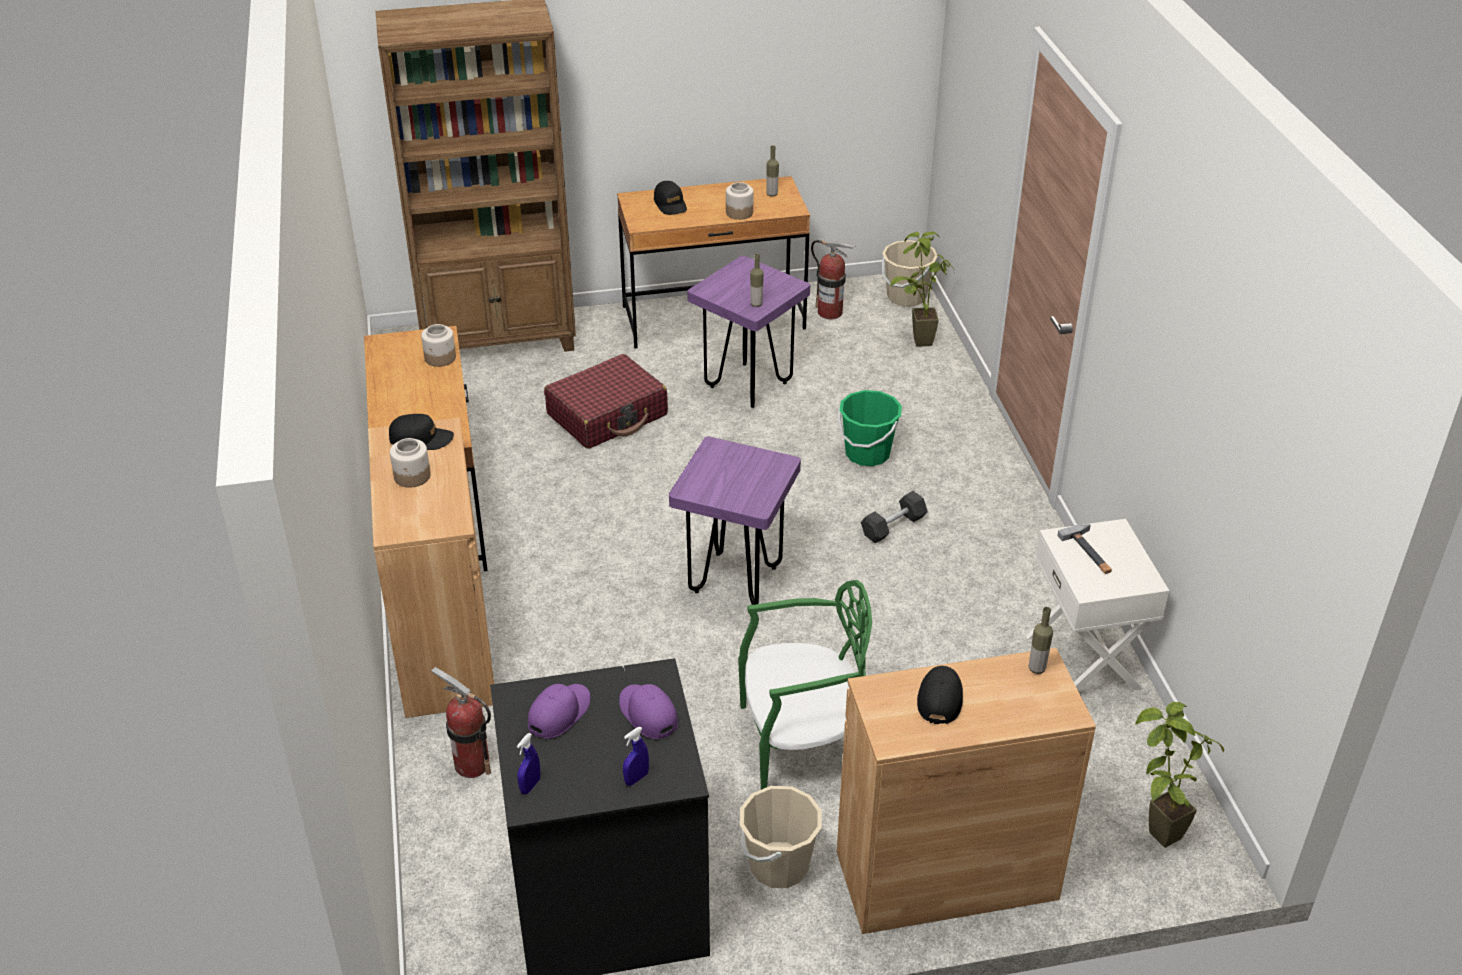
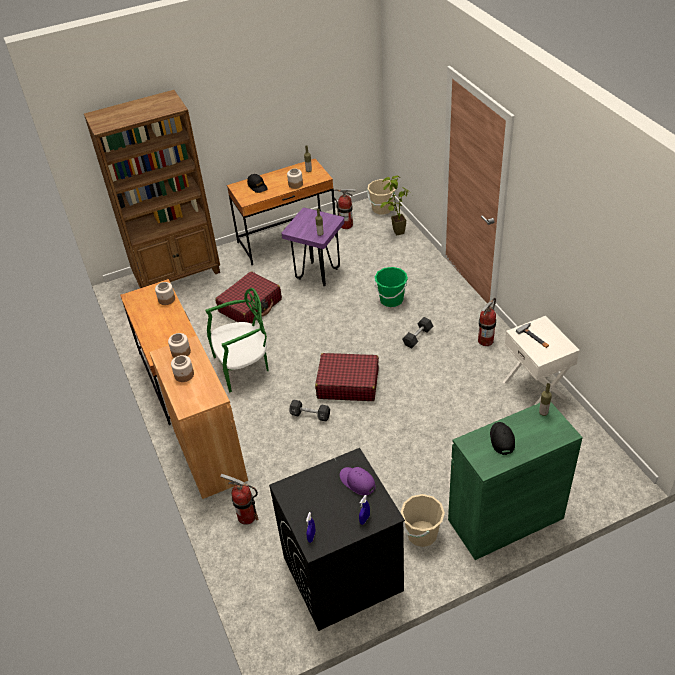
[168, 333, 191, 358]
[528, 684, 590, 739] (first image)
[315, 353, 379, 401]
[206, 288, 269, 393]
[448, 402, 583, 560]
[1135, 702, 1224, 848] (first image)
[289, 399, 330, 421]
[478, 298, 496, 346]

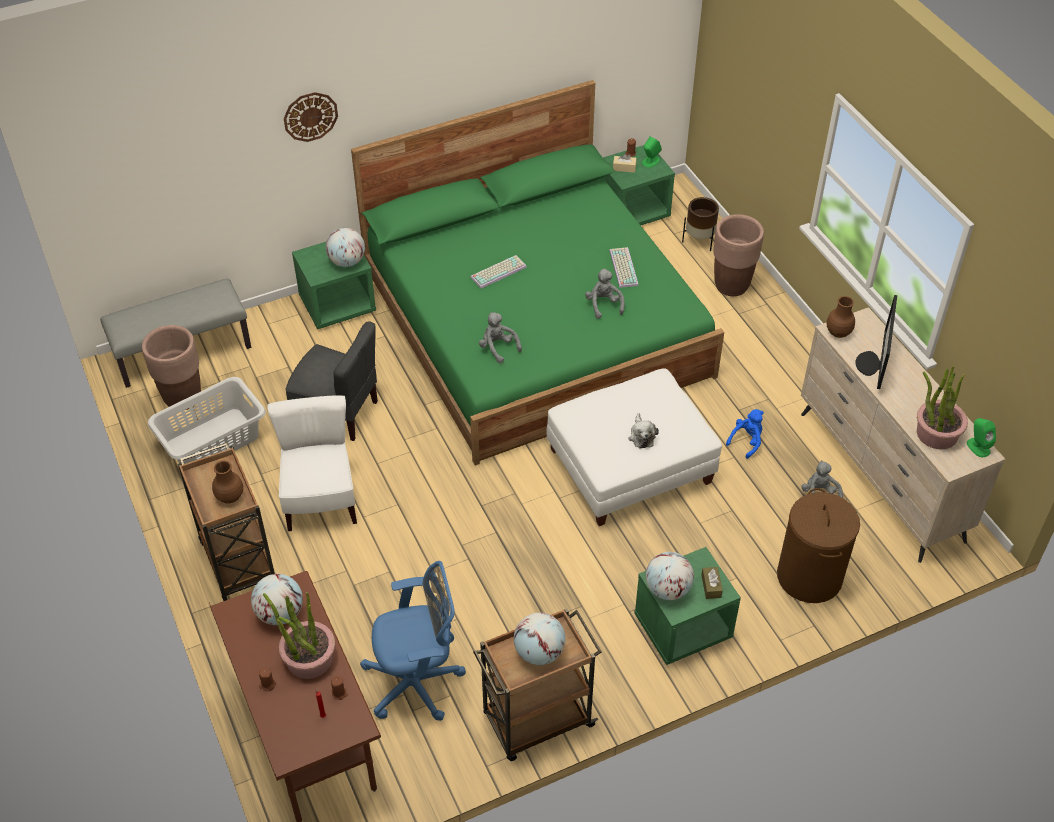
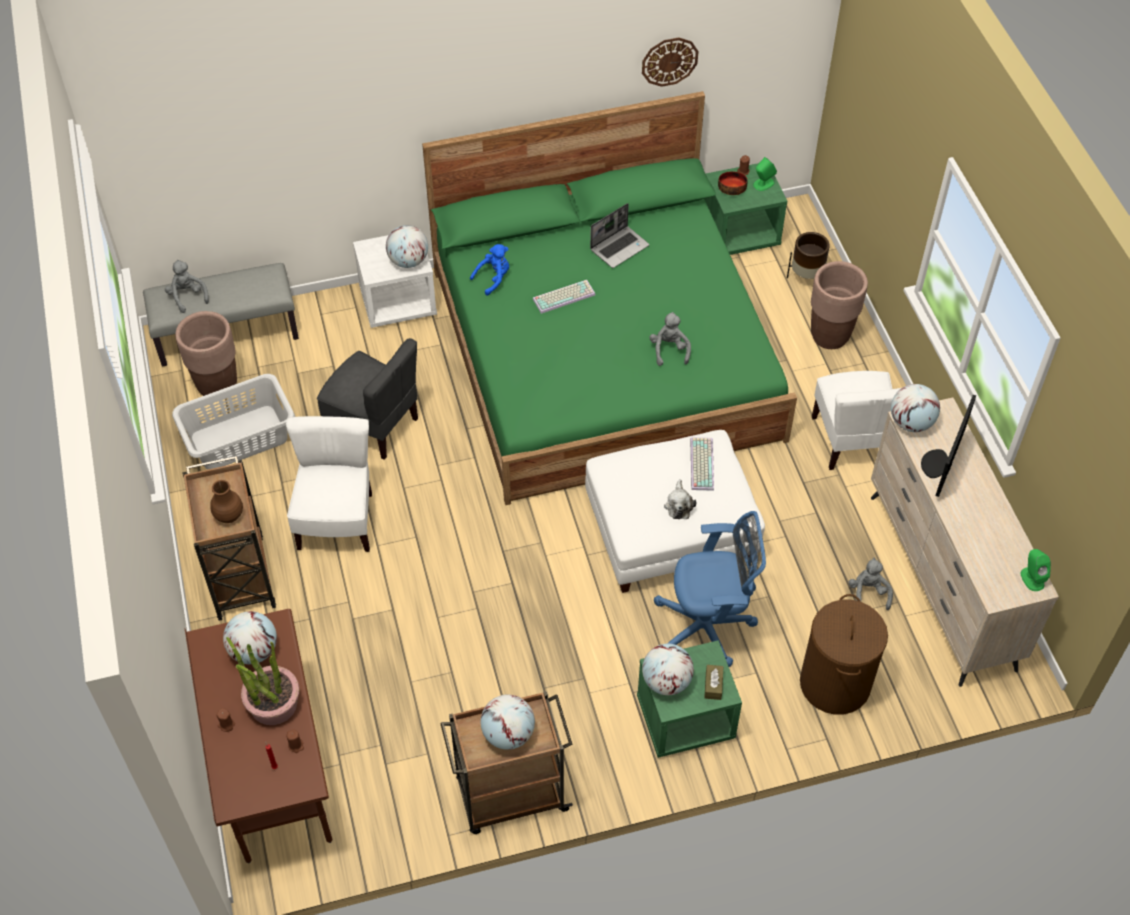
[642, 38, 699, 87]
[353, 235, 437, 328]
[654, 511, 766, 667]
[165, 260, 209, 313]
[690, 437, 714, 491]
[718, 171, 747, 195]
[470, 244, 509, 295]
[891, 384, 940, 432]
[917, 366, 968, 449] (first image)
[590, 203, 649, 268]
[812, 371, 901, 470]

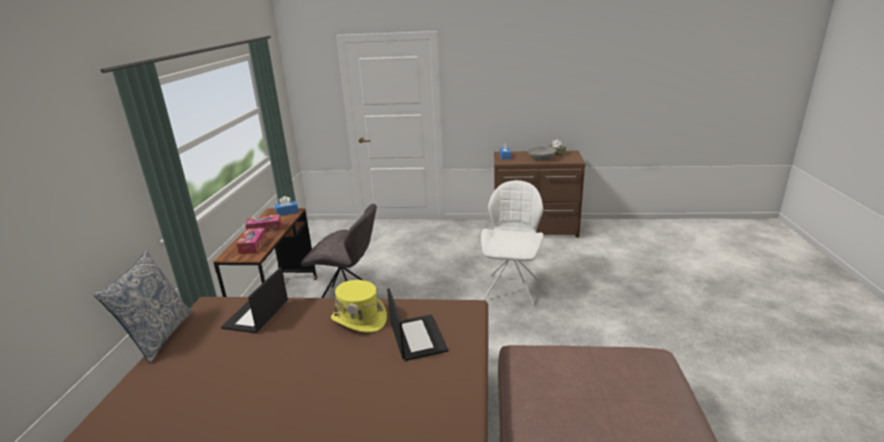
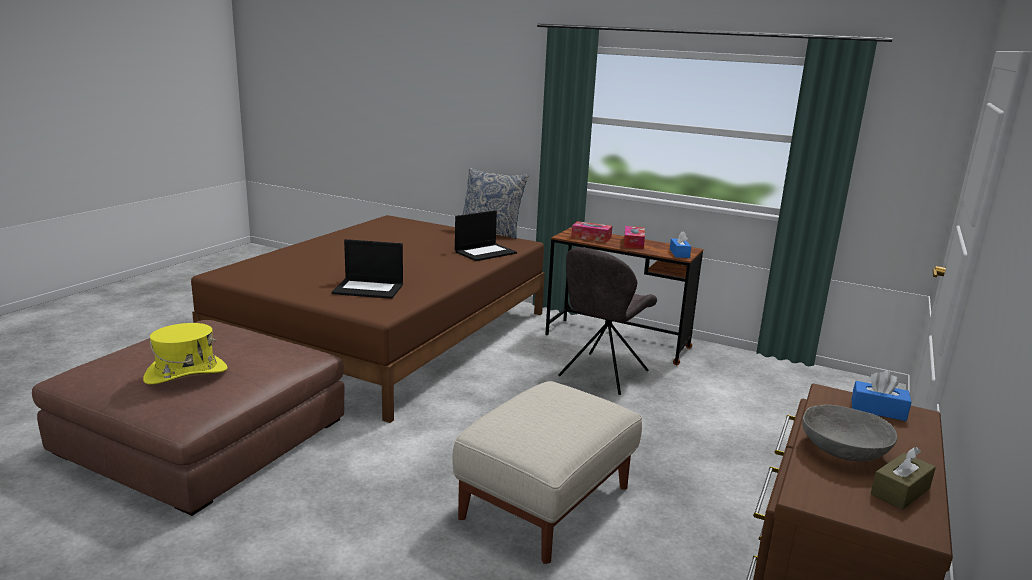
[455, 210, 517, 261]
[143, 323, 228, 385]
[452, 381, 642, 564]

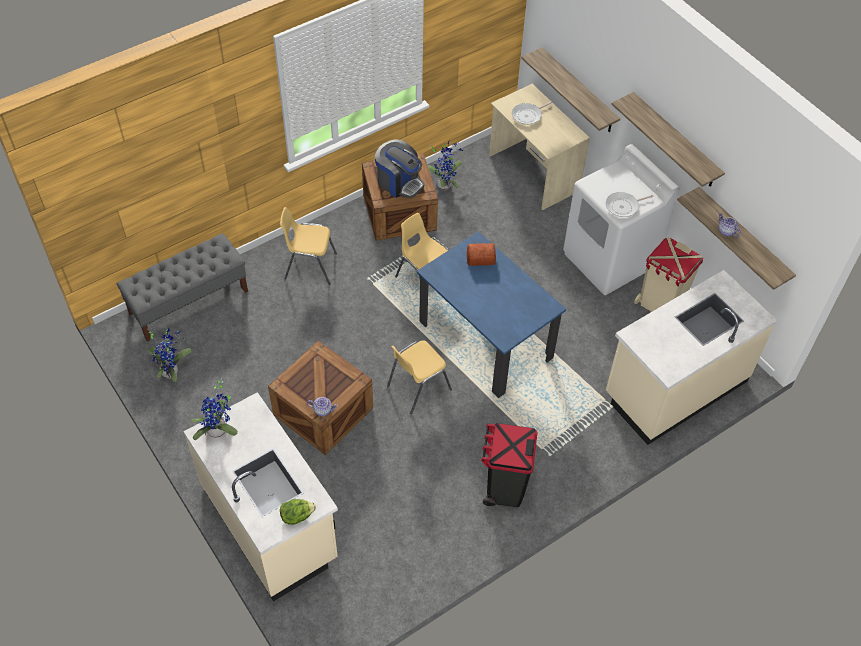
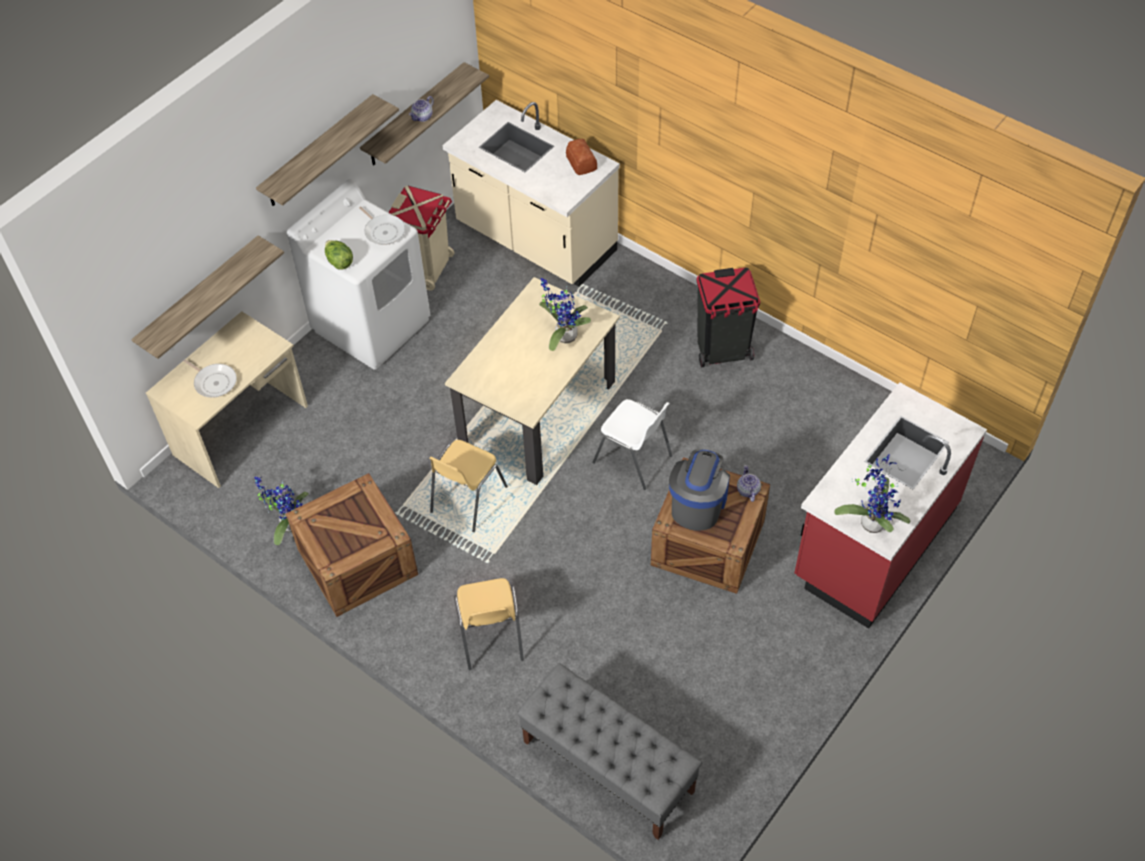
[539, 278, 591, 351]
[794, 382, 987, 629]
[325, 240, 353, 270]
[669, 449, 730, 531]
[592, 399, 672, 490]
[445, 277, 620, 485]
[566, 139, 597, 175]

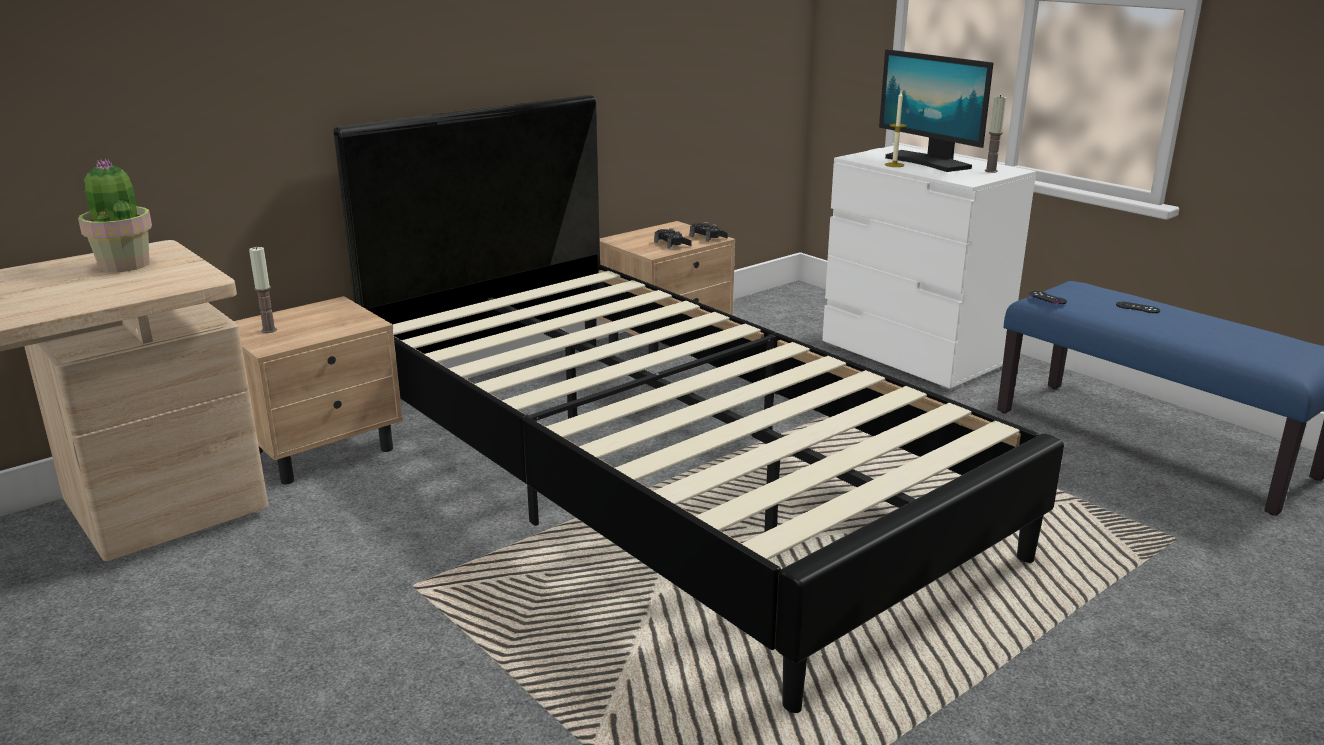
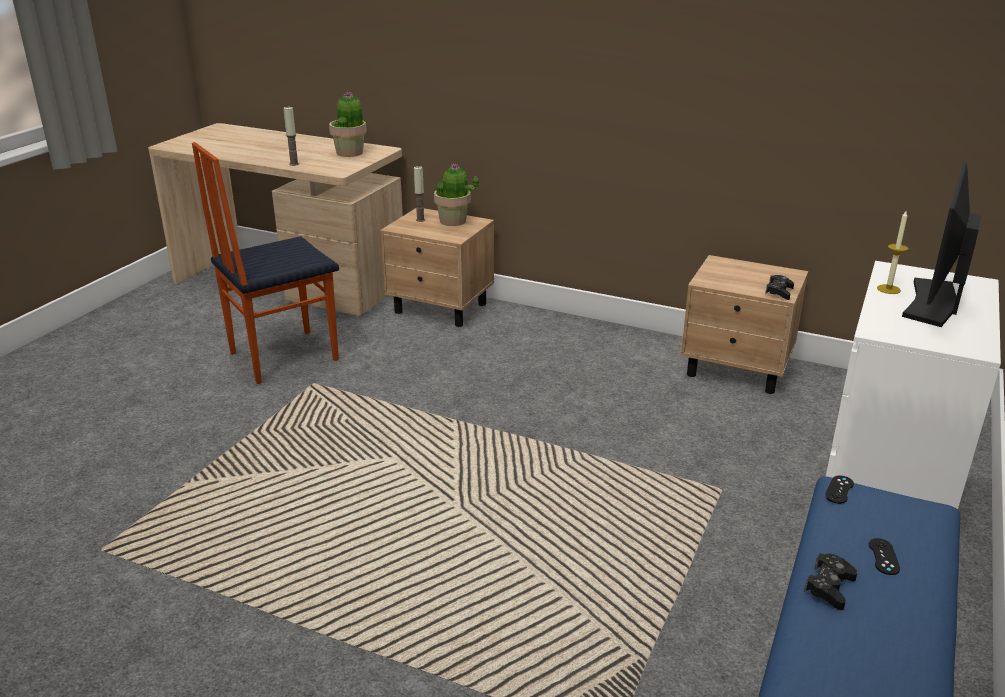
[333, 95, 1064, 713] (first image)
[804, 553, 857, 610]
[283, 107, 299, 166]
[192, 142, 339, 384]
[434, 164, 479, 226]

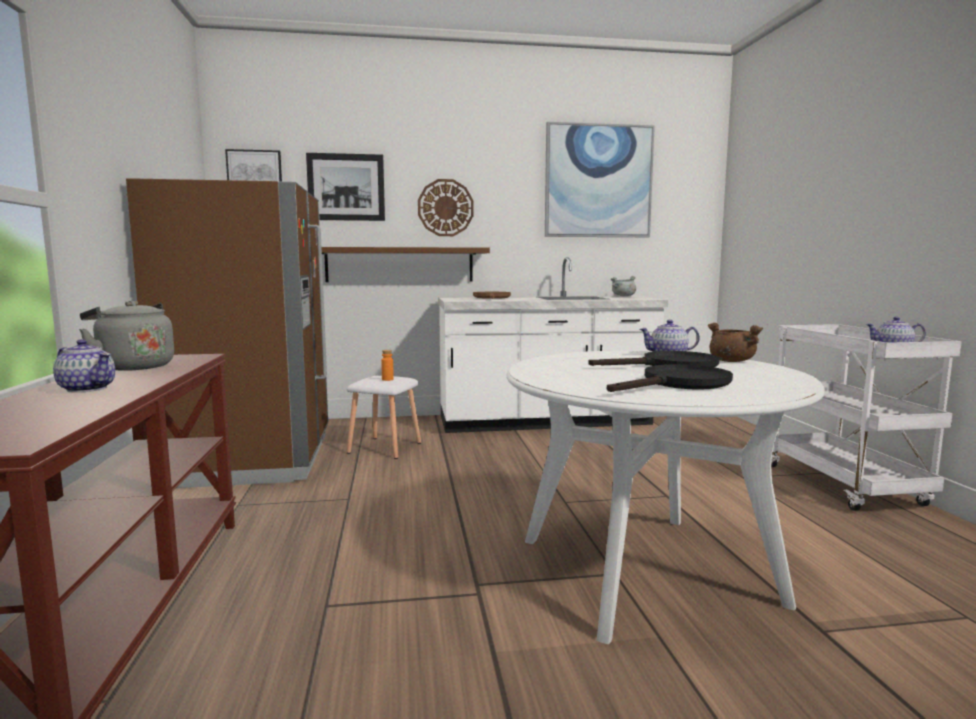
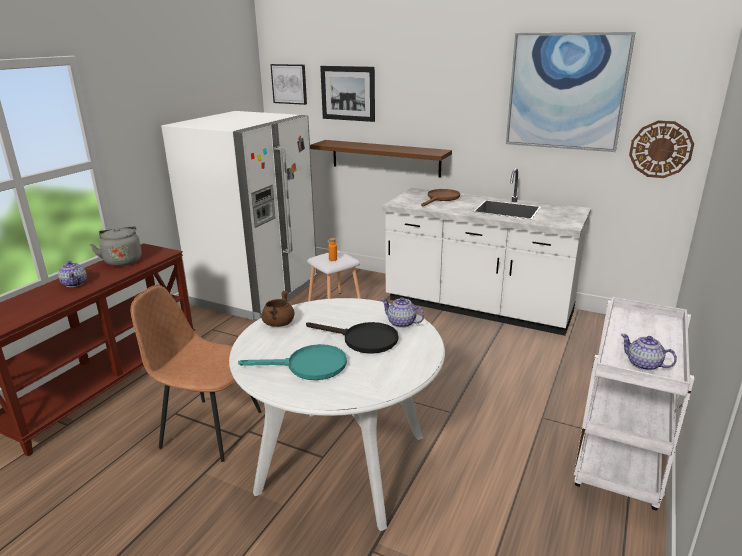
[161, 111, 317, 320]
[629, 120, 694, 178]
[238, 344, 347, 380]
[611, 276, 636, 296] (first image)
[261, 291, 294, 327]
[131, 285, 261, 462]

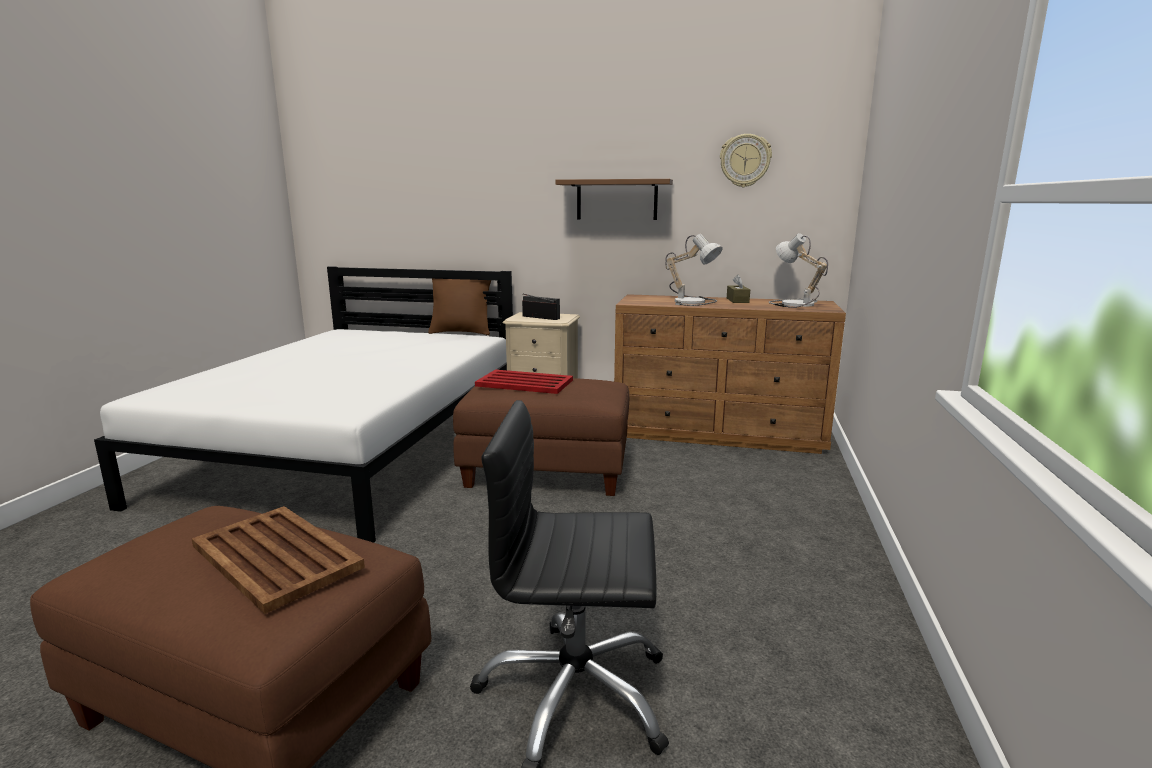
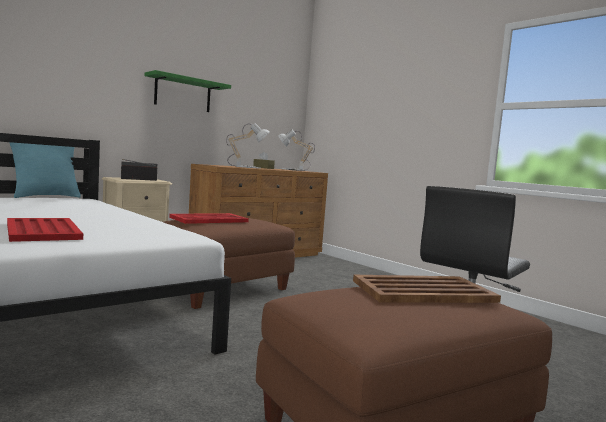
[9, 142, 81, 198]
[144, 70, 231, 112]
[720, 134, 772, 187] (first image)
[7, 218, 83, 242]

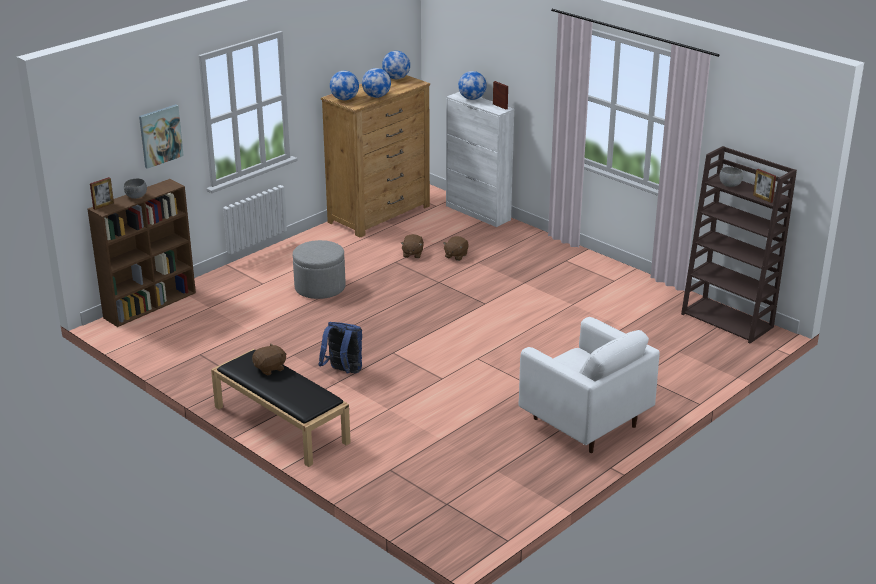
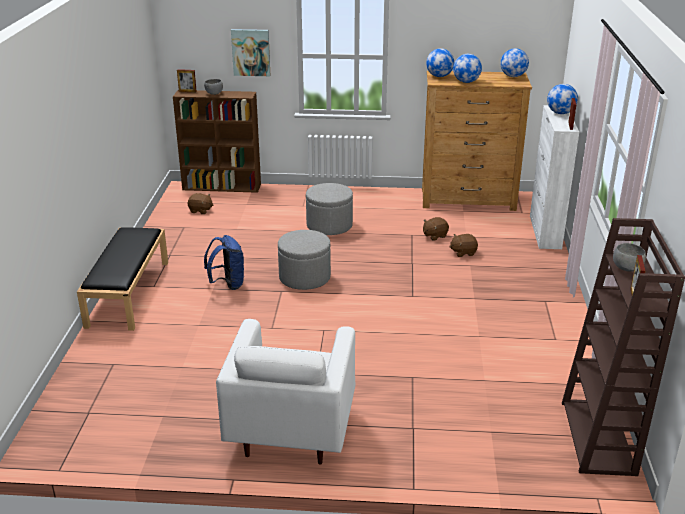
[188, 193, 213, 214]
[278, 230, 331, 290]

